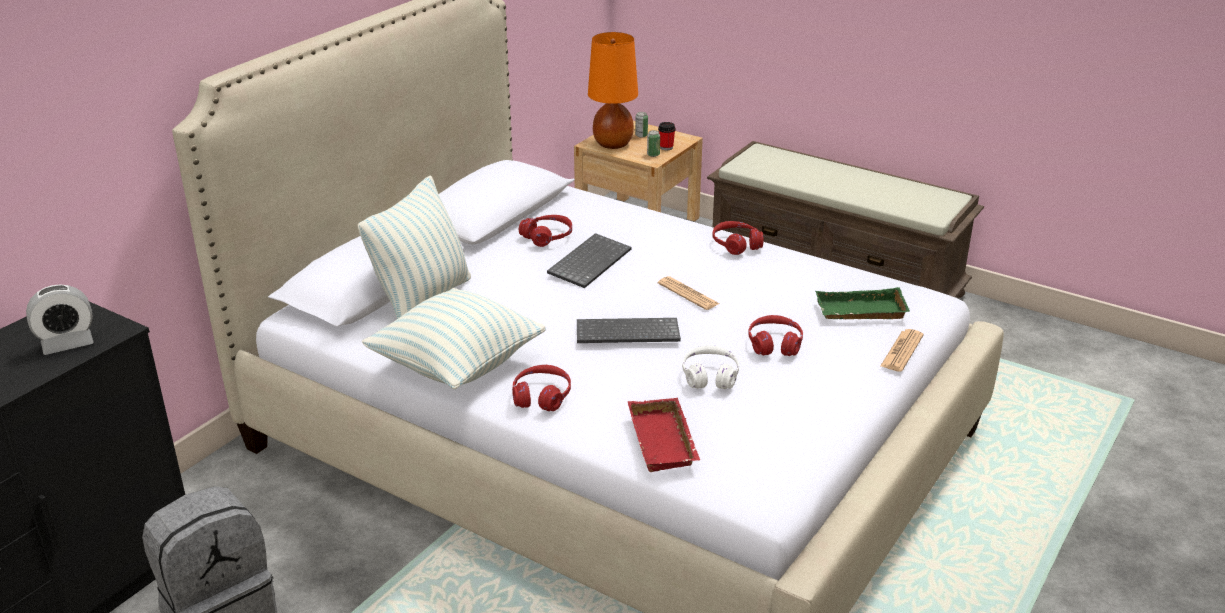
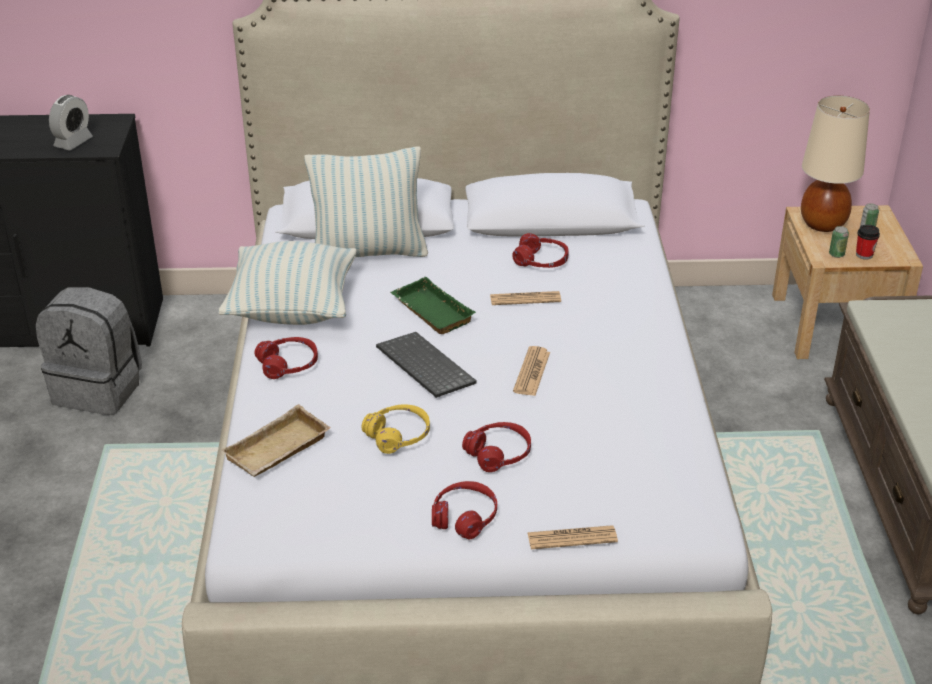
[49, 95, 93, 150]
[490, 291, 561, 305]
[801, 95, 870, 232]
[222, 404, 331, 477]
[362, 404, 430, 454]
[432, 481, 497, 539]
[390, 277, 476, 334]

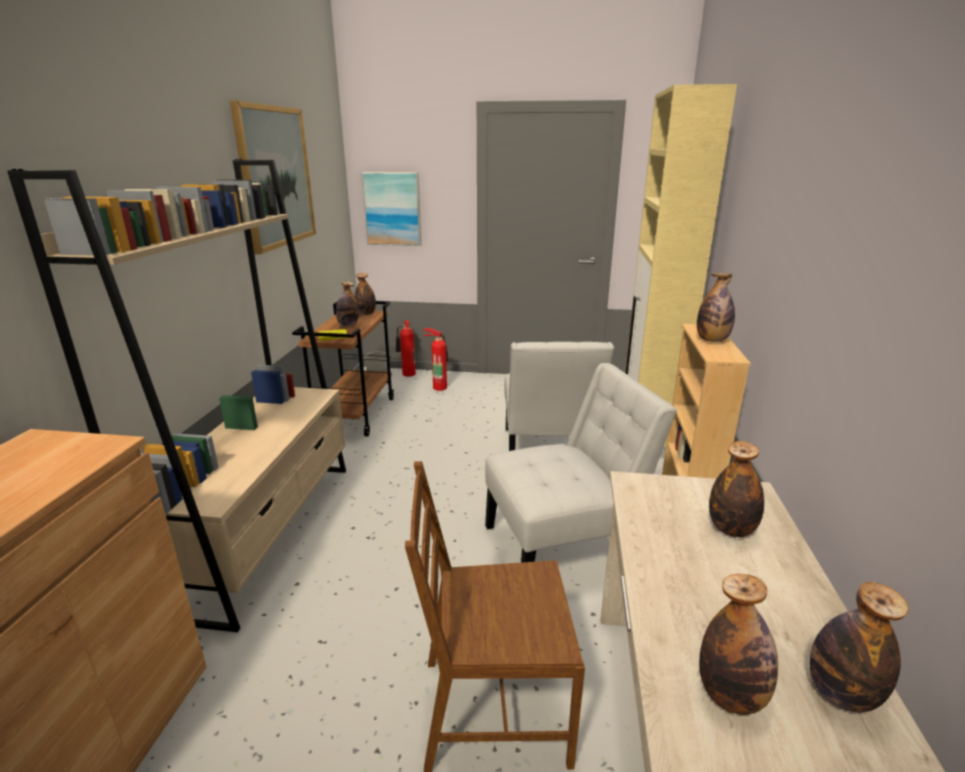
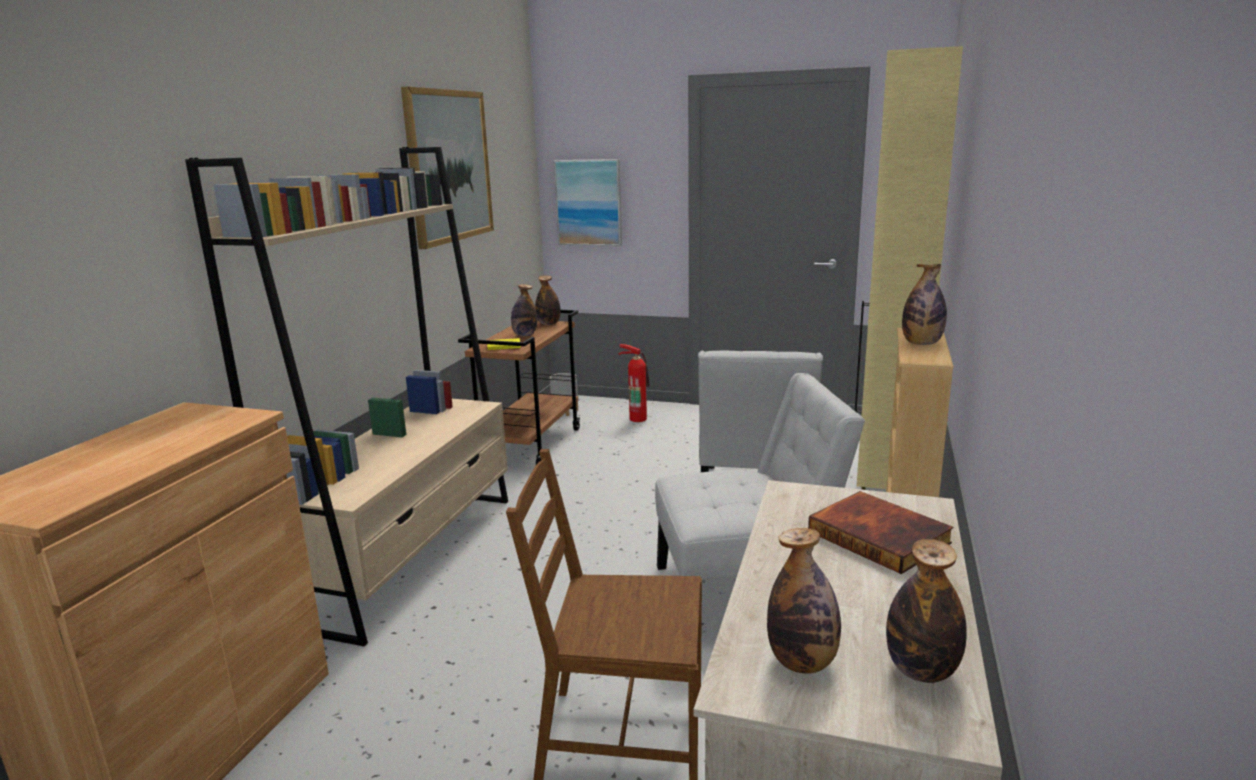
[396, 321, 416, 377] (first image)
[808, 491, 953, 574]

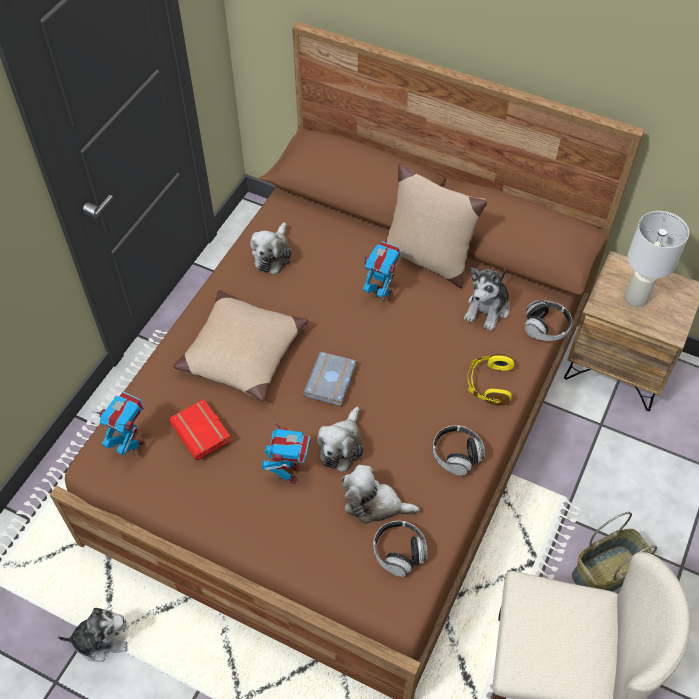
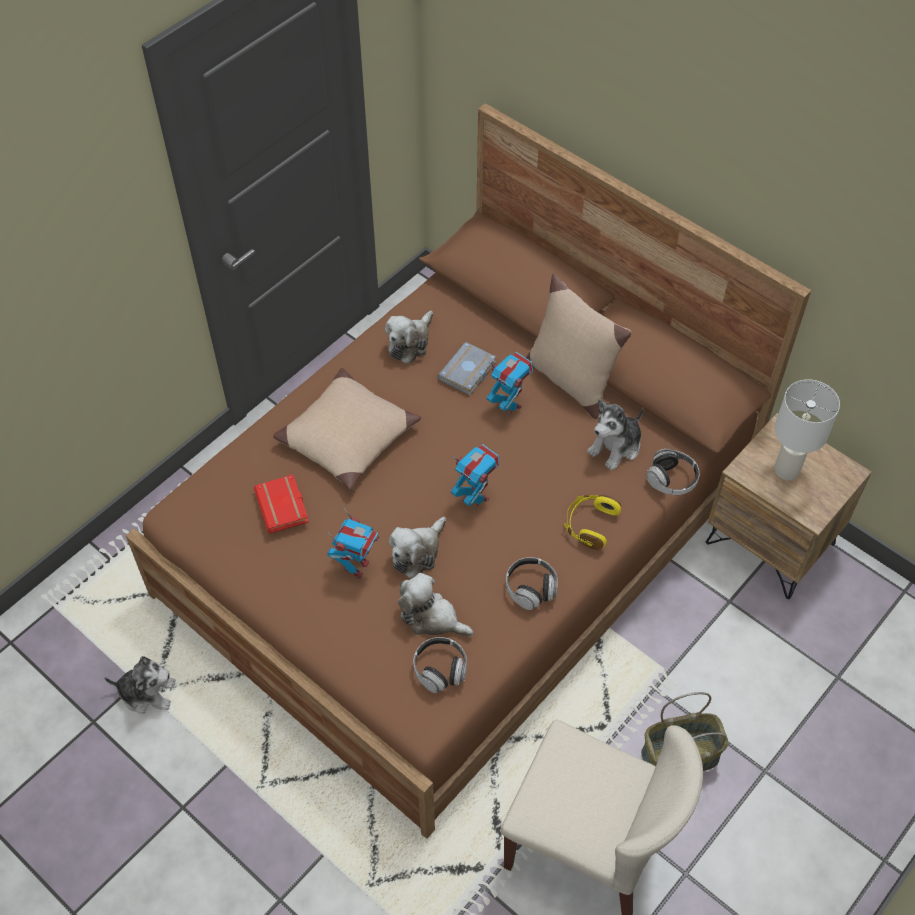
[451, 444, 500, 509]
[437, 342, 496, 395]

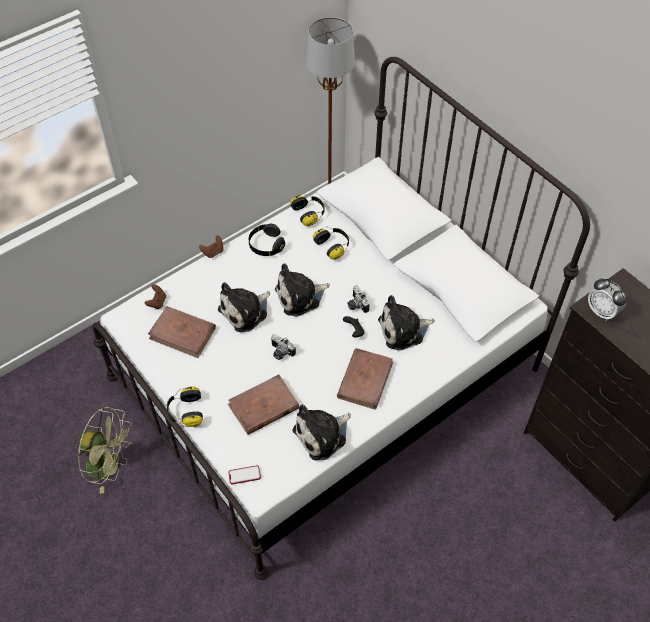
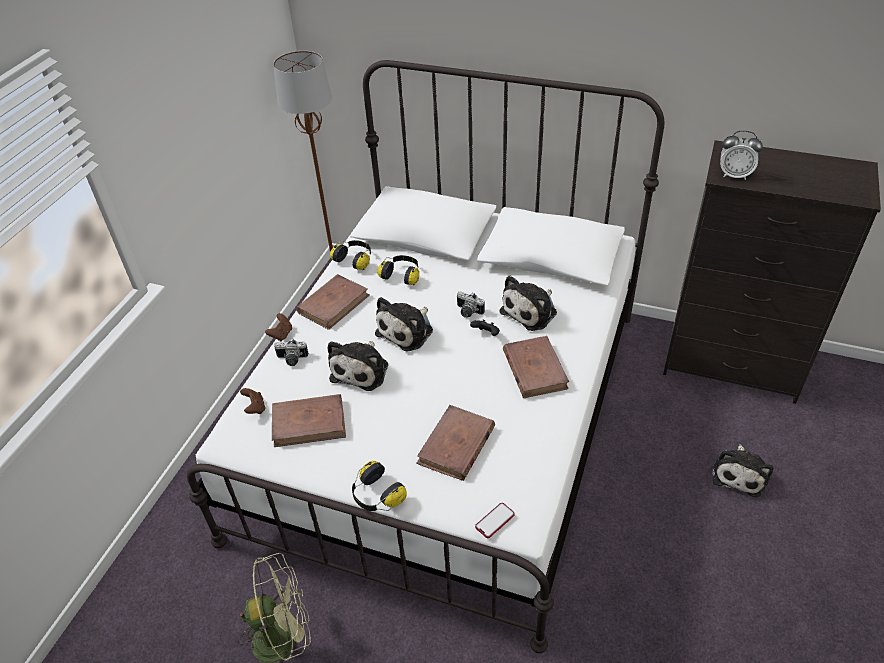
[296, 274, 370, 330]
[274, 338, 309, 366]
[712, 444, 773, 497]

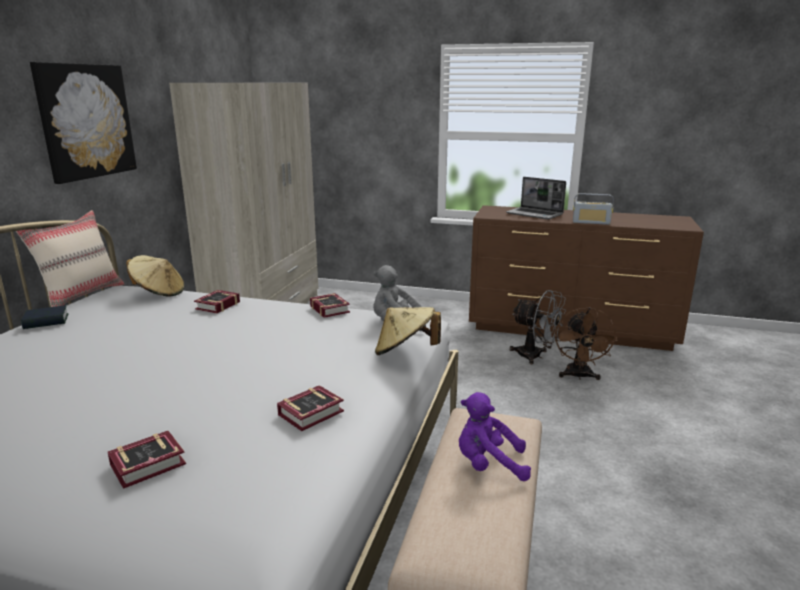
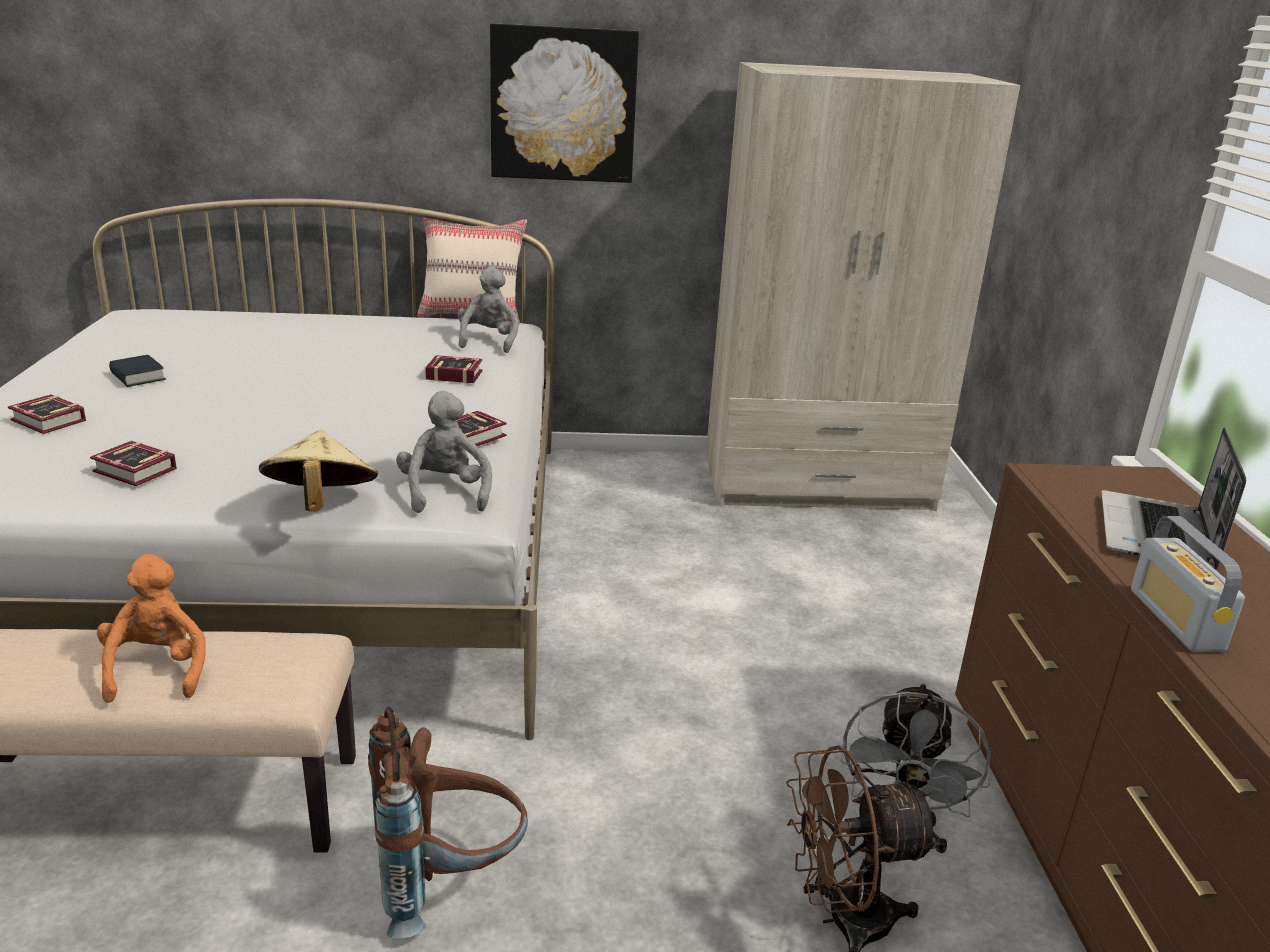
[109, 355, 166, 387]
[457, 267, 519, 353]
[97, 554, 206, 703]
[368, 707, 528, 938]

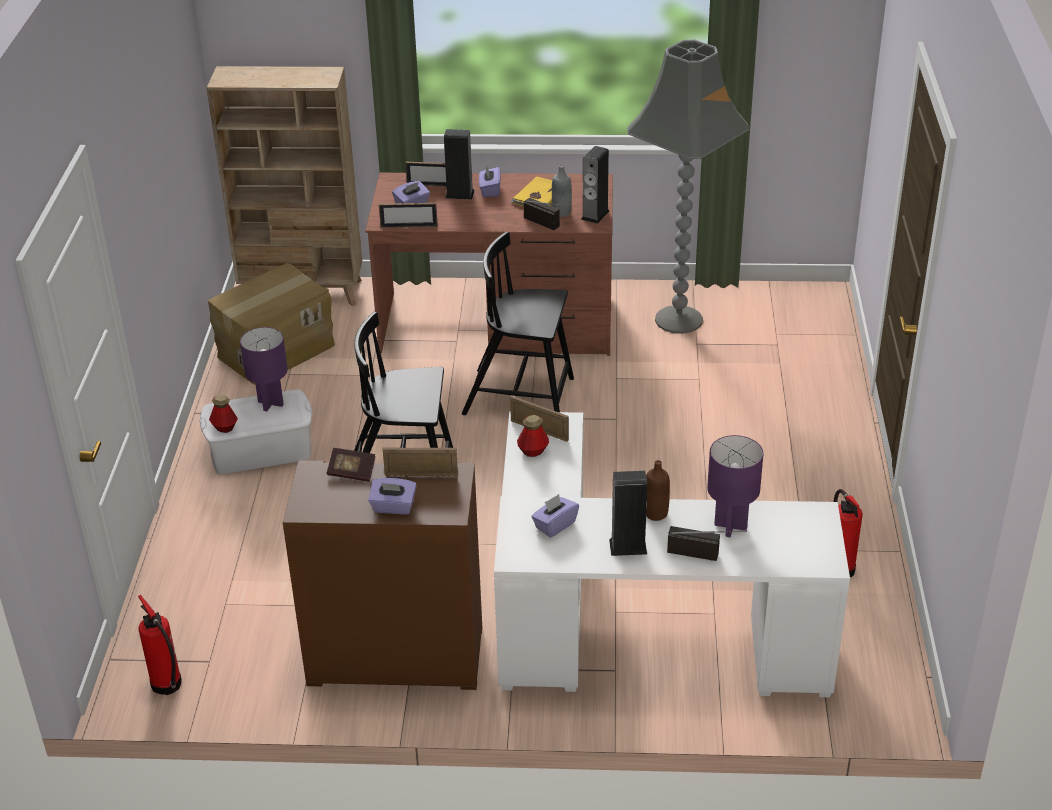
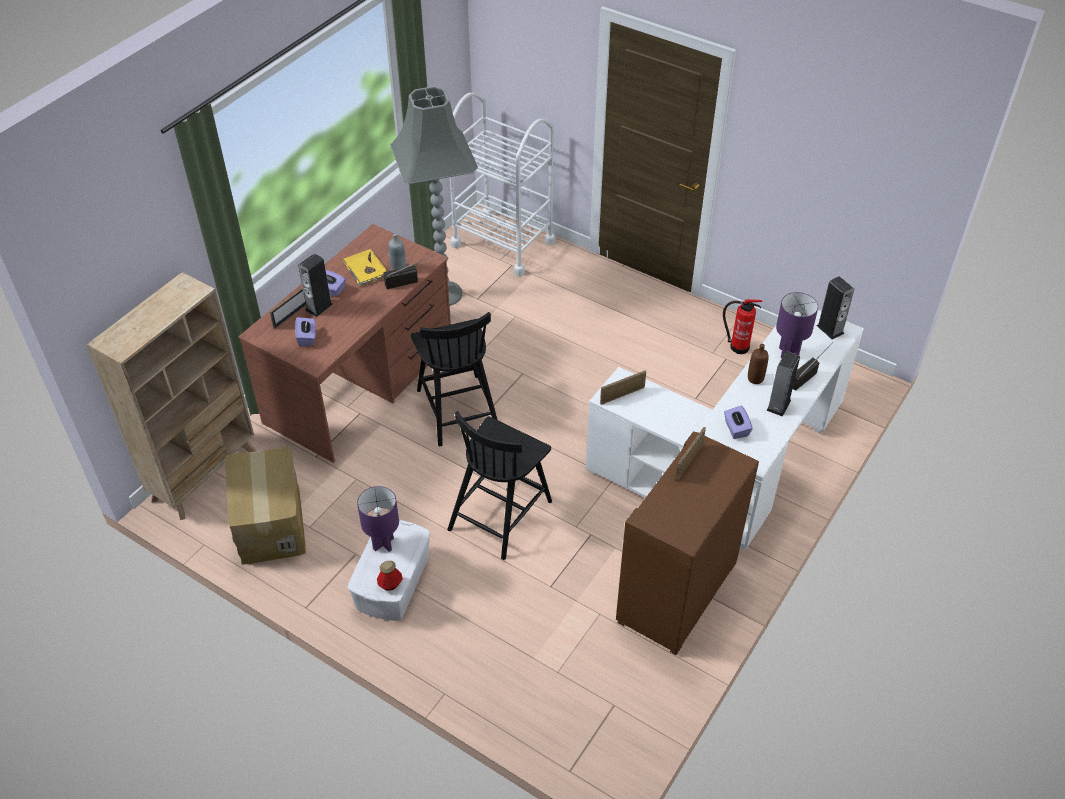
[138, 595, 182, 695] (first image)
[327, 448, 376, 482] (first image)
[368, 478, 417, 515] (first image)
[379, 203, 438, 228] (first image)
[411, 312, 497, 446]
[517, 415, 549, 457] (first image)
[816, 276, 854, 339]
[450, 93, 556, 276]

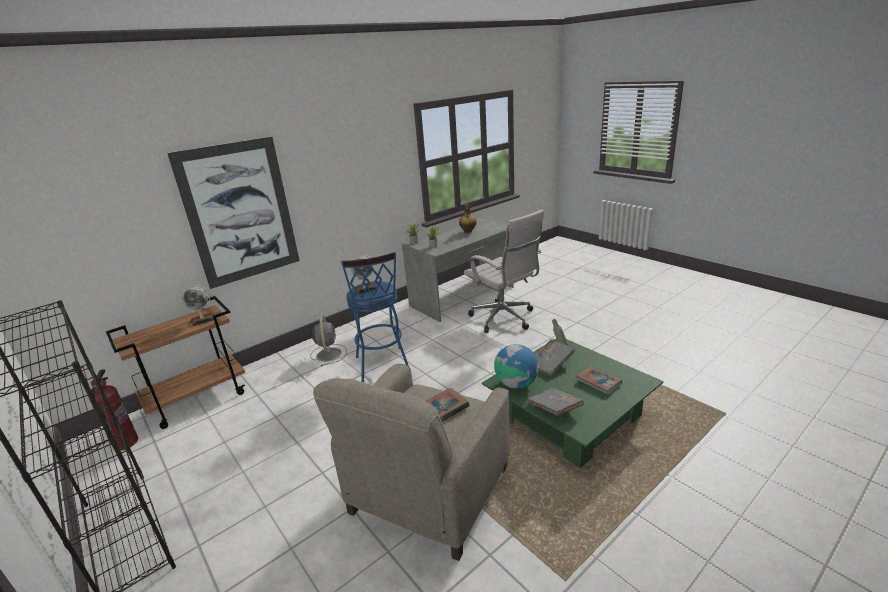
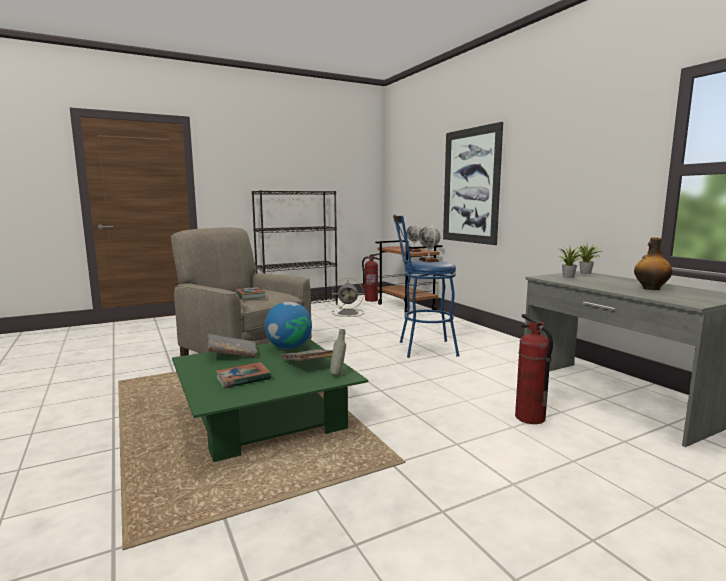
[332, 278, 364, 317]
[515, 314, 553, 424]

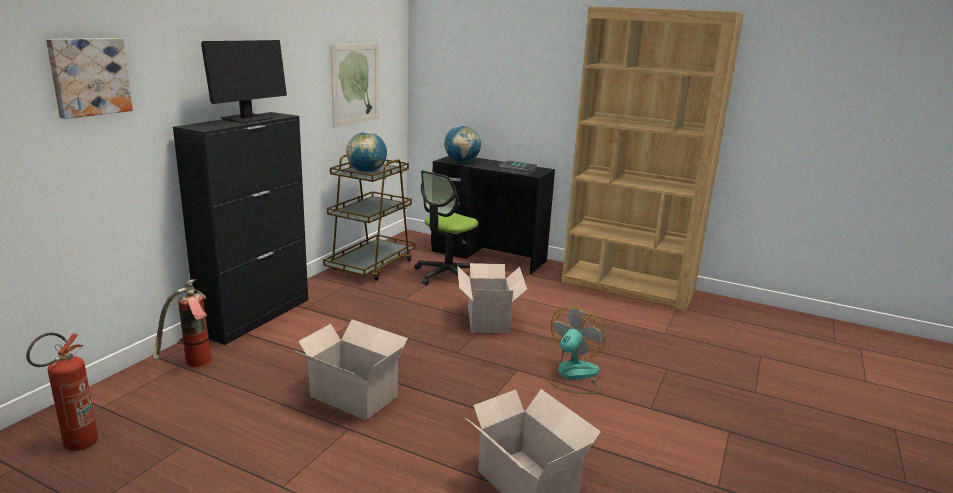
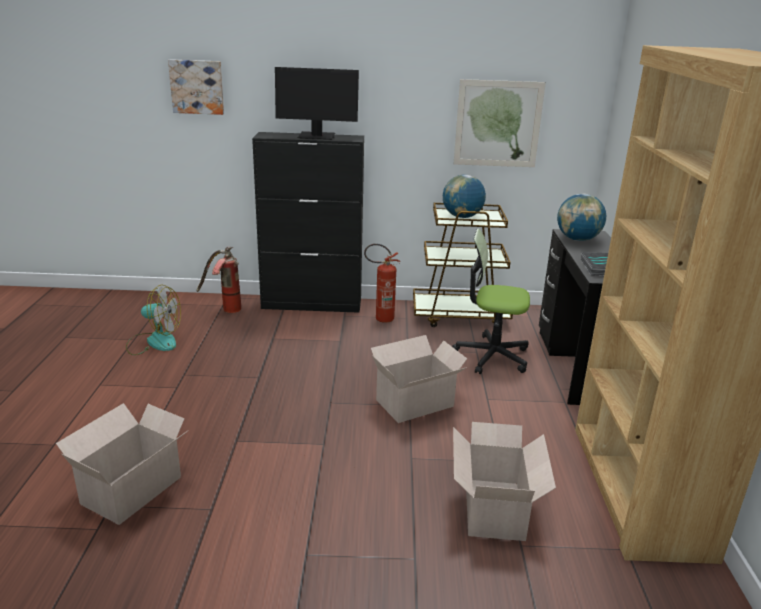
[364, 244, 400, 323]
[453, 422, 556, 541]
[126, 285, 181, 355]

